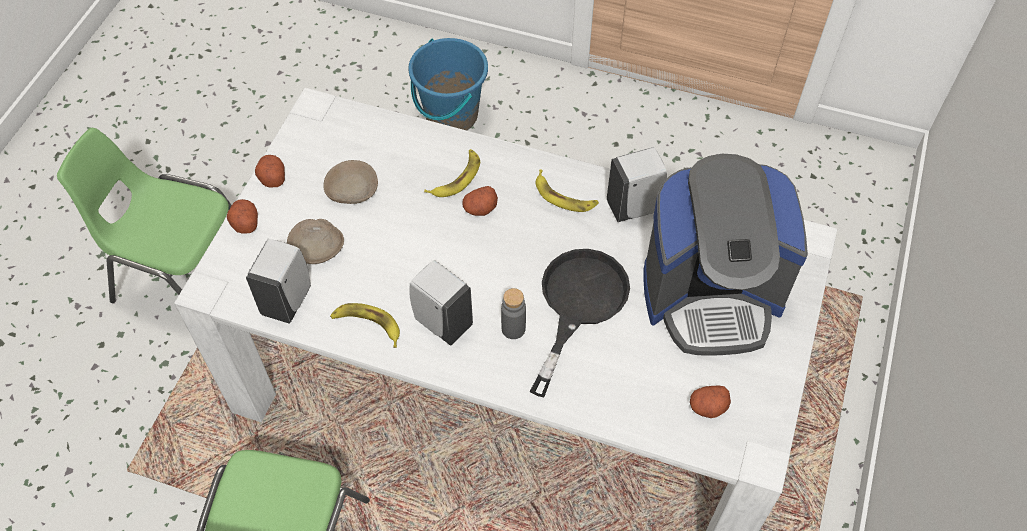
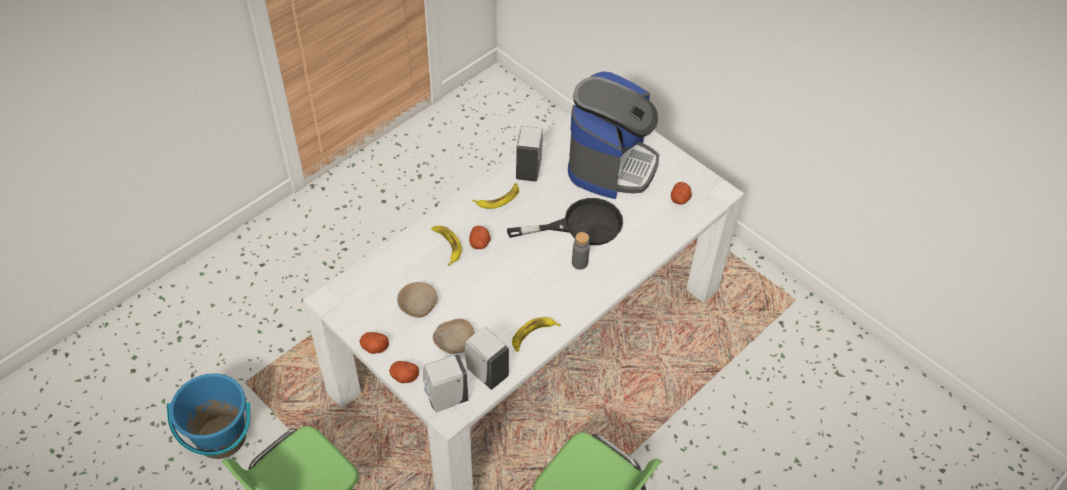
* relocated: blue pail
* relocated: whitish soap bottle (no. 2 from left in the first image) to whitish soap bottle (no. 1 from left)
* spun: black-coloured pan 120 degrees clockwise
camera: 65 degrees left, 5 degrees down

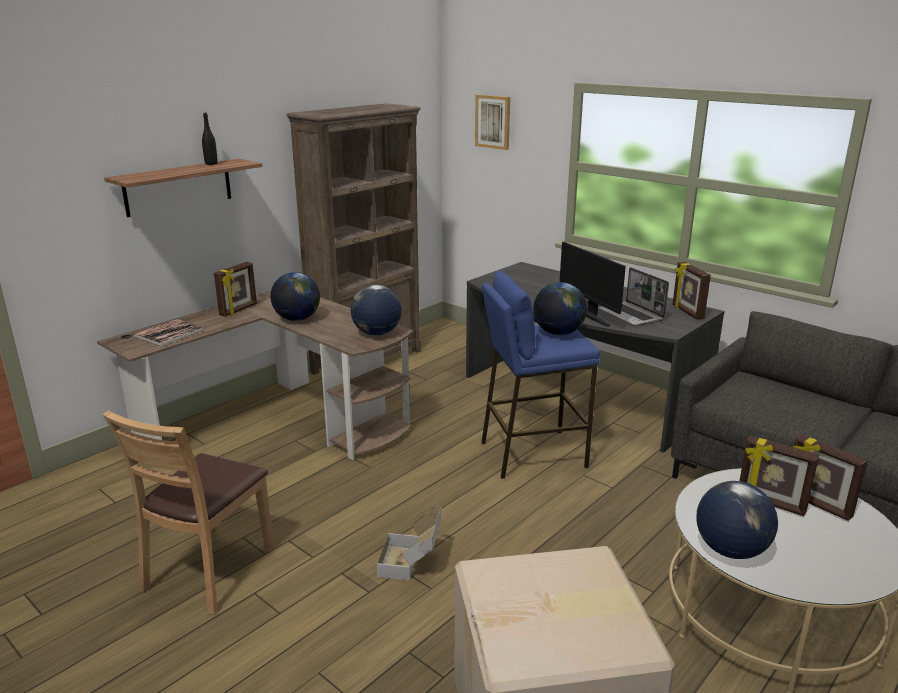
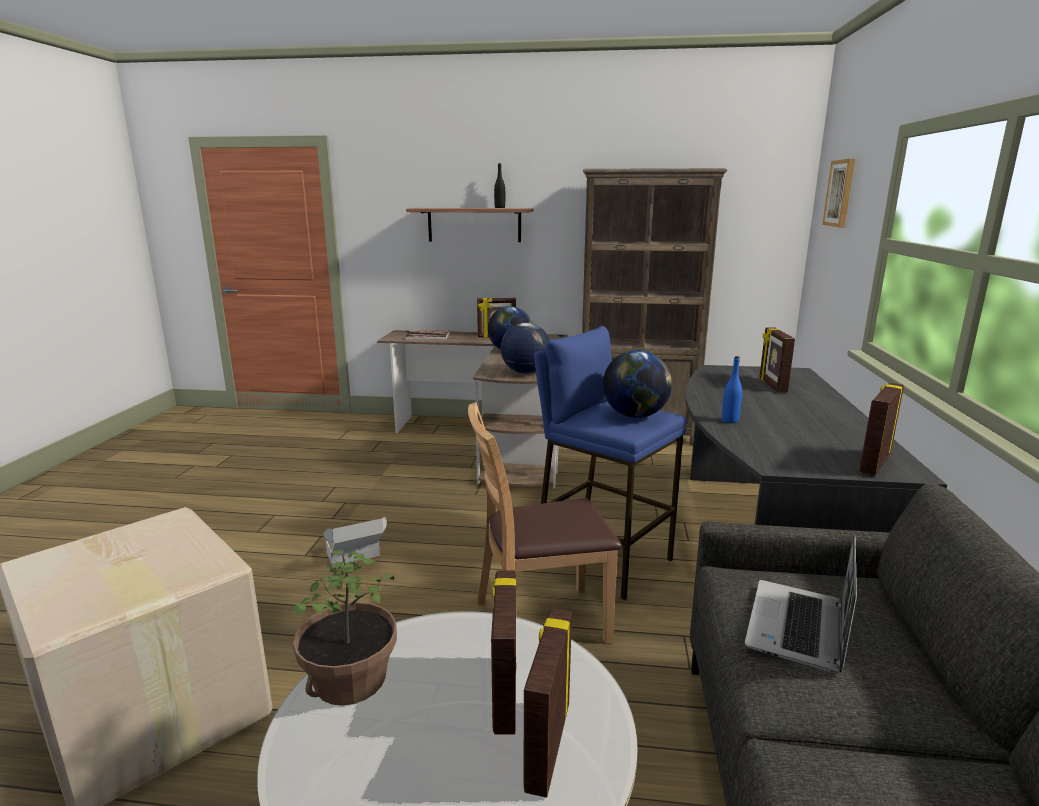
* appeared: standing frame (no. 4 from left)
* relocated: brown upright chair
* relocated: laptop
* exchanged: computer screen to blue beverage bottle
* exchanged: desk globe (no. 4 from left) to houseplant
camera: 55 degrees right, 5 degrees down

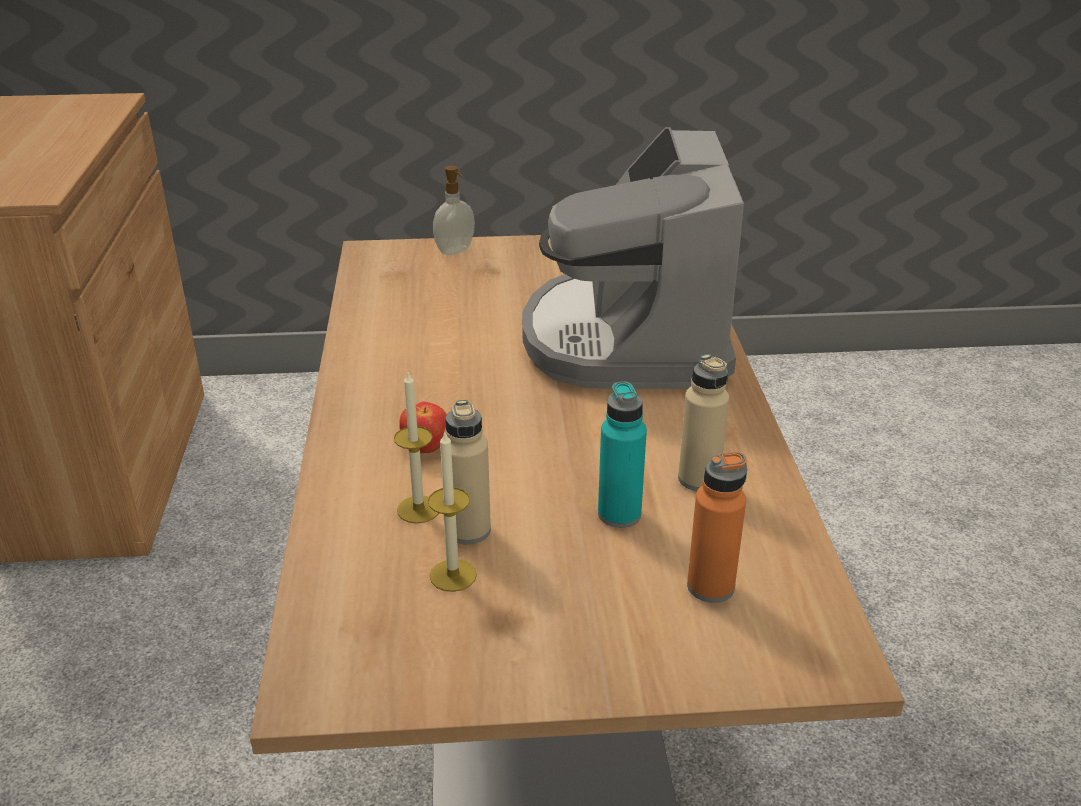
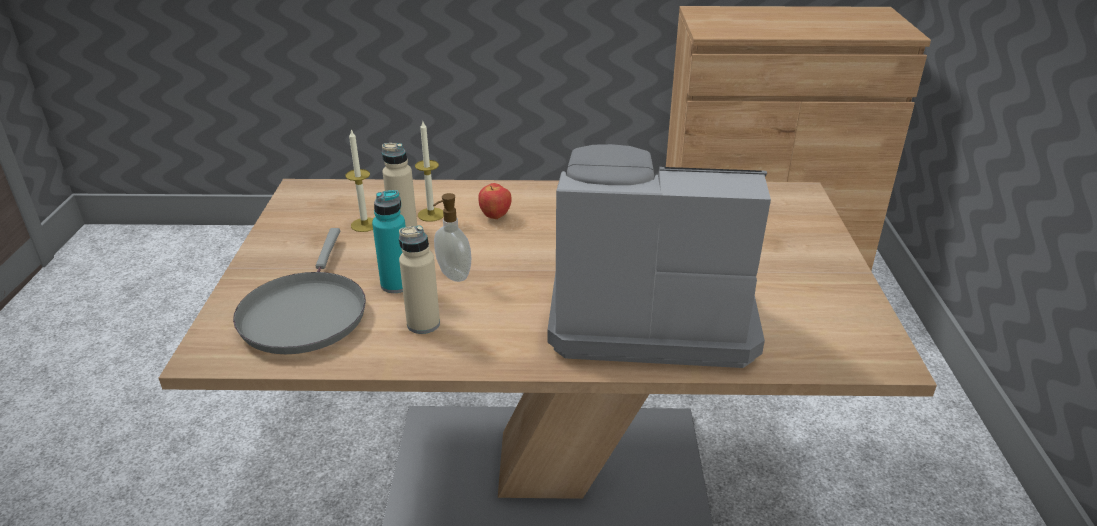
* relocated: soap bottle
* exchanged: orange beverage bottle to grey pan
camera: 95 degrees right, 0 degrees up

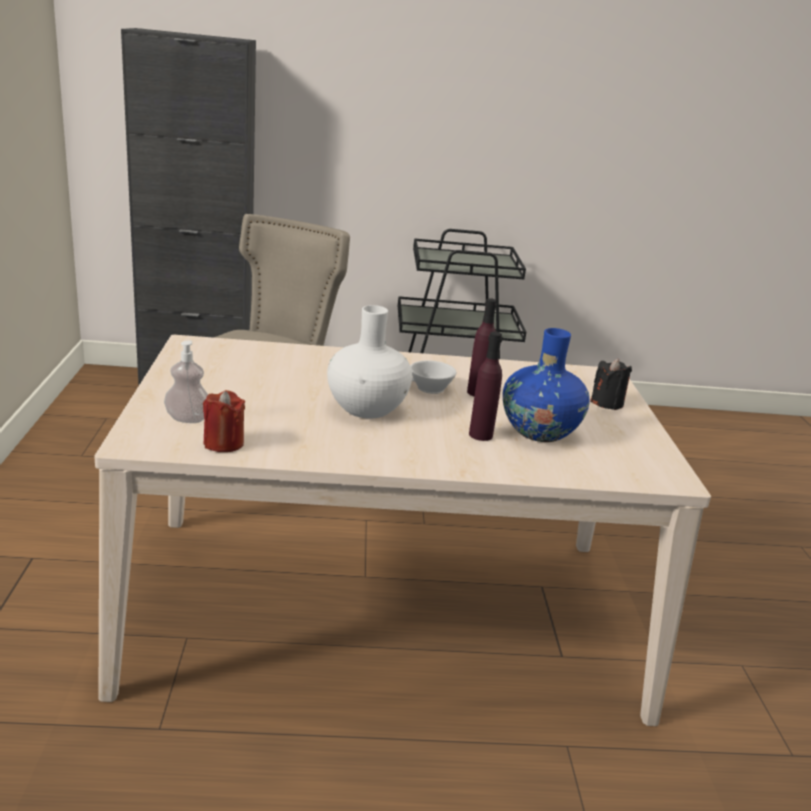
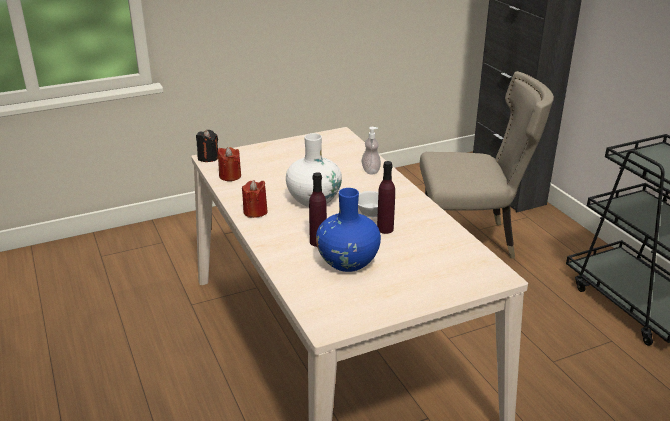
* appeared: red-coloured wax candle (no. 2 from left)
* relocated: soap bottle
* relocated: black-coloured wax candle
camera: 70 degrees right, 5 degrees up

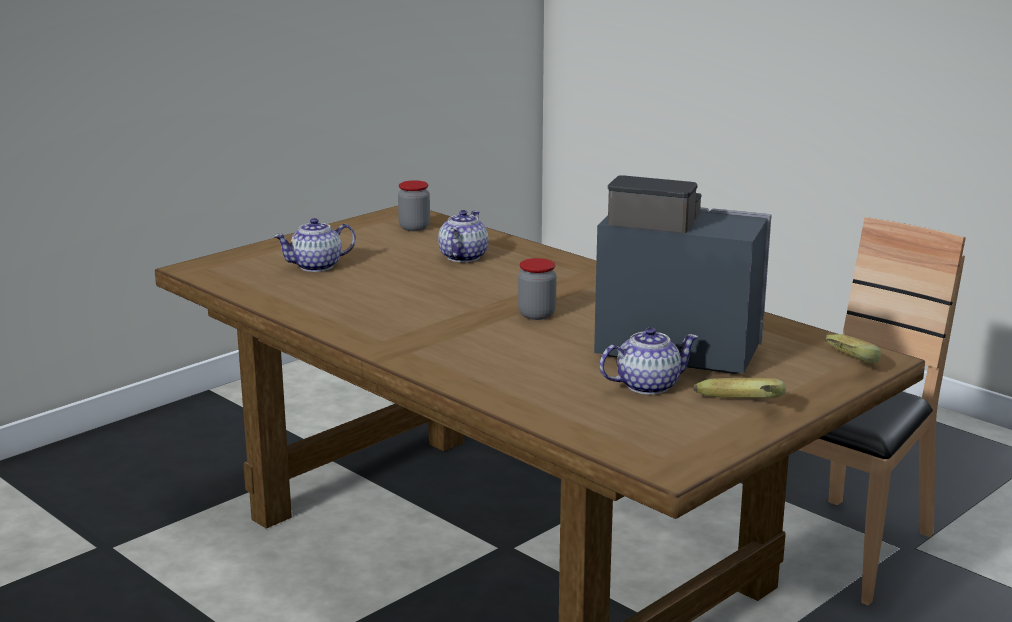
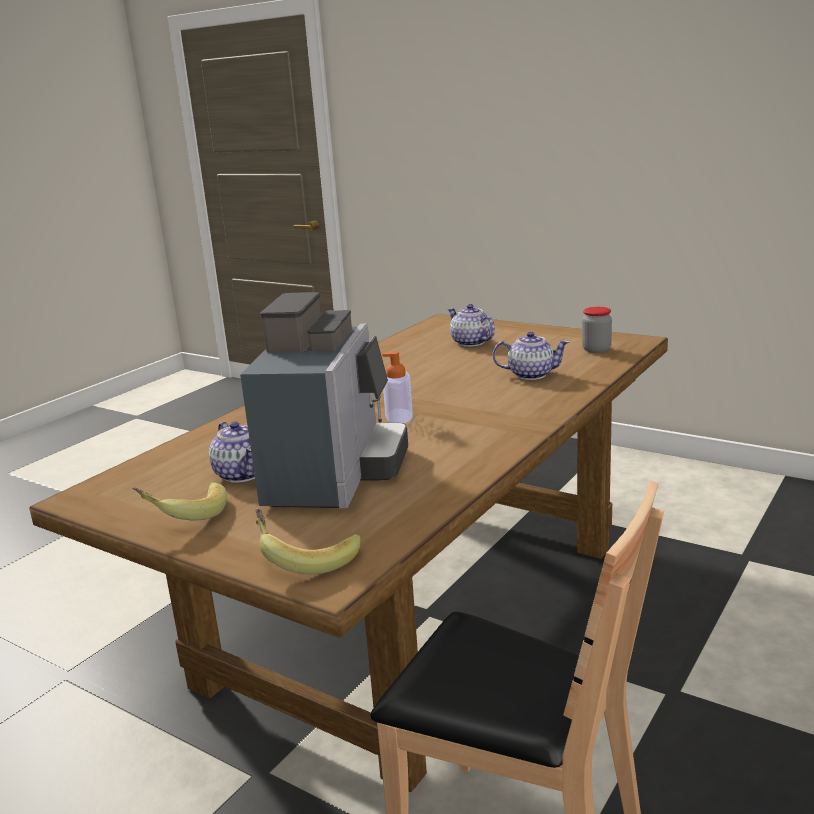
* exchanged: preserve jar (no. 2 from left) to soap bottle
camera: 80 degrees right, 0 degrees up

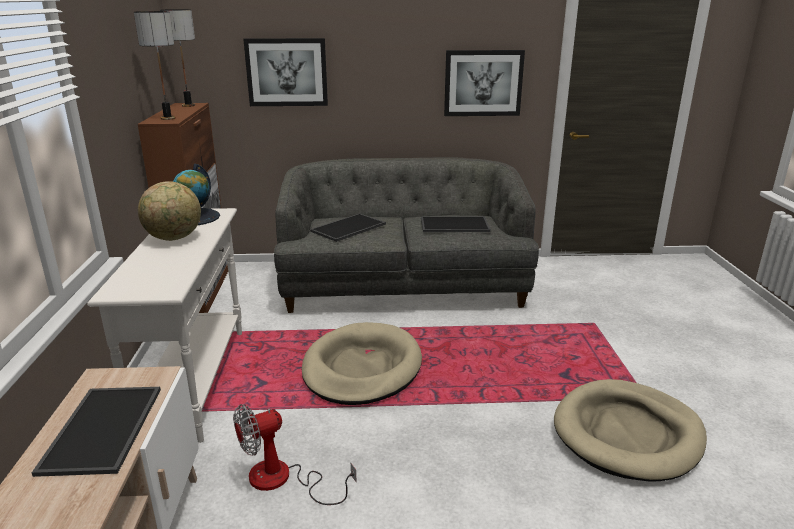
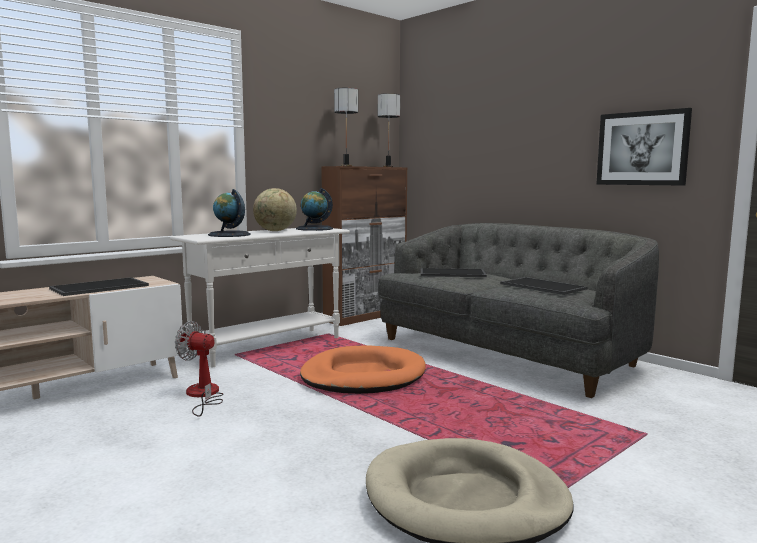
* missing: picture (no. 1 from left)
* appeared: desk globe (no. 1 from left)
* colour: sand-coloured pet bed (no. 1 from left) to orange pet bed
camera: 50 degrees right, 15 degrees down

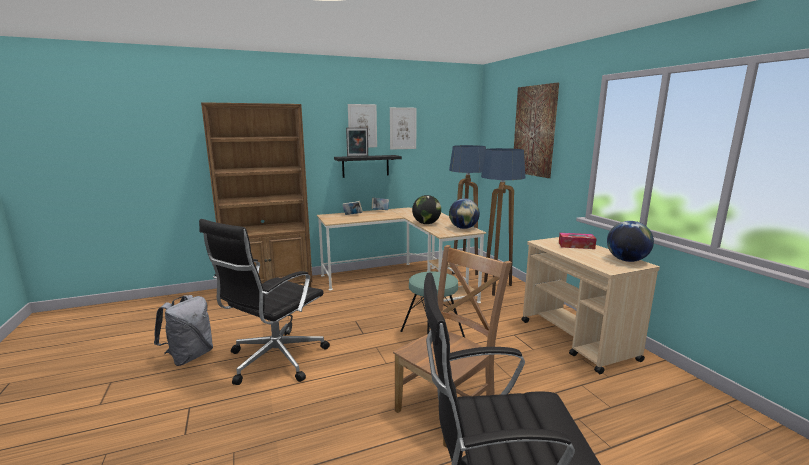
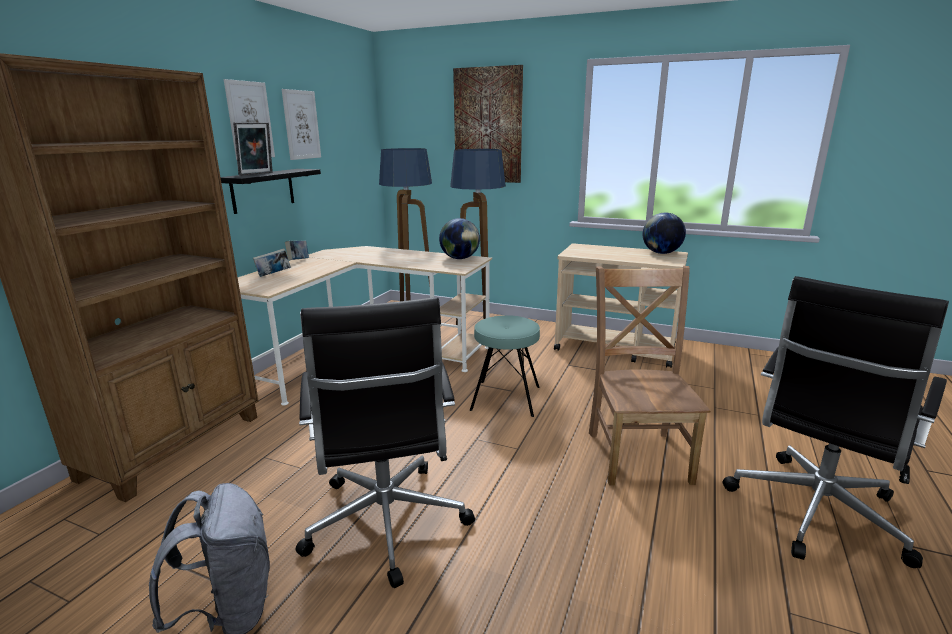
* missing: desk globe (no. 1 from left)
* missing: tissue holder
camera: 45 degrees left, 5 degrees up

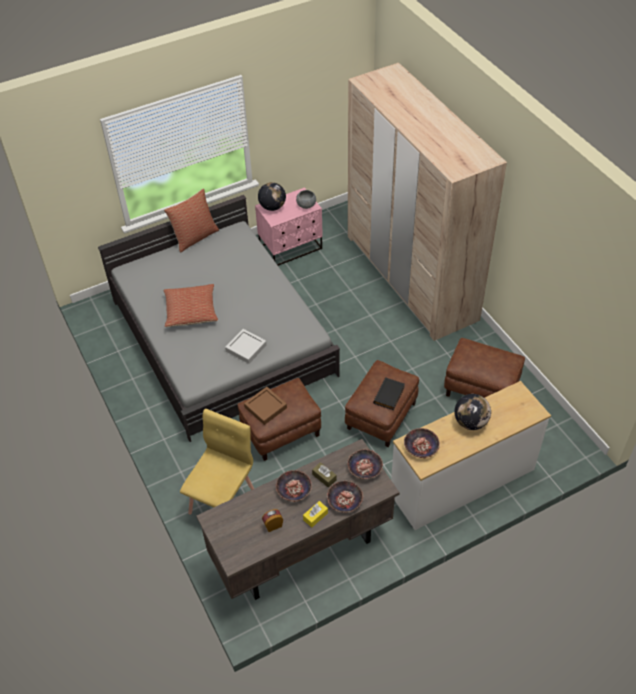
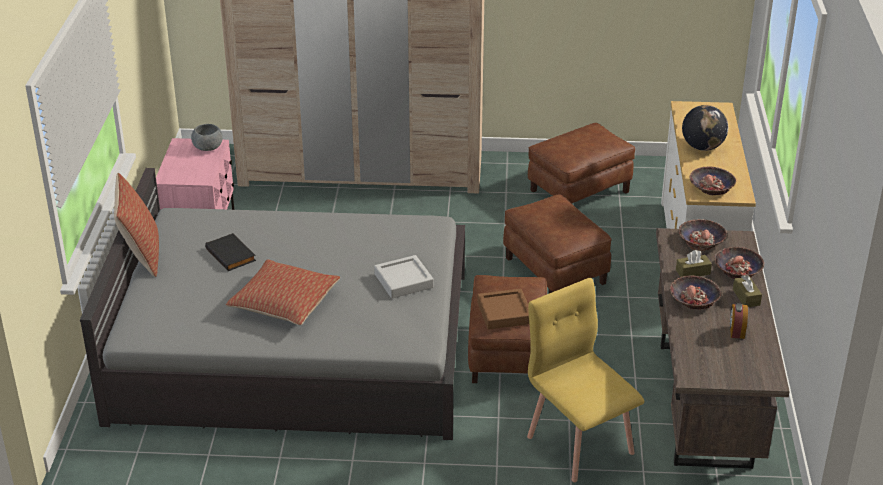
* missing: desk globe (no. 1 from left)
* relocated: black-coloured book
* colour: yellow tissue holder to brown tissue holder (no. 2 from left)
camera: 60 degrees left, 15 degrees down

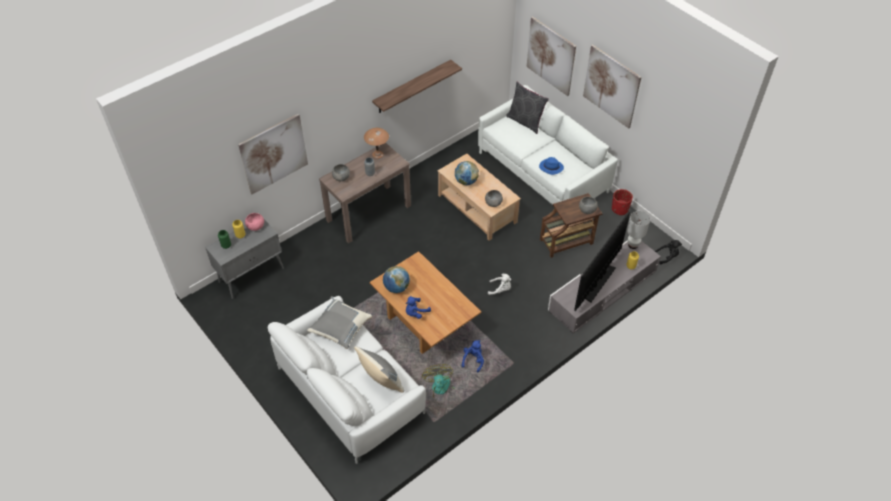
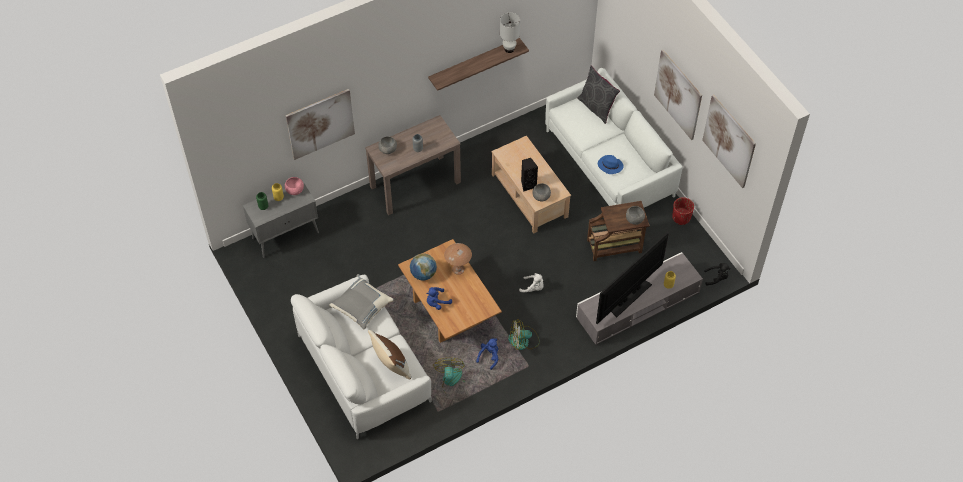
* missing: desk globe (no. 2 from left)
* appeared: fan (no. 2 from left)
* appeared: black-coloured audio speaker
* relocated: brown table lamp
* relocated: picture (no. 2 from left in the first image) to picture (no. 3 from left)
* relocated: whitish table lamp
* colour: grey cushion (no. 2 from left) to brown cushion
camera: 10 degrees right, 5 degrees up

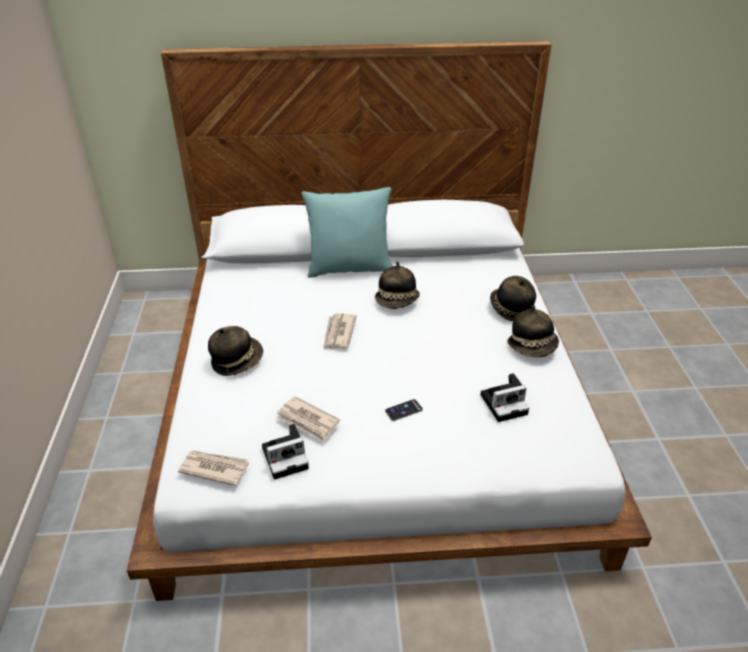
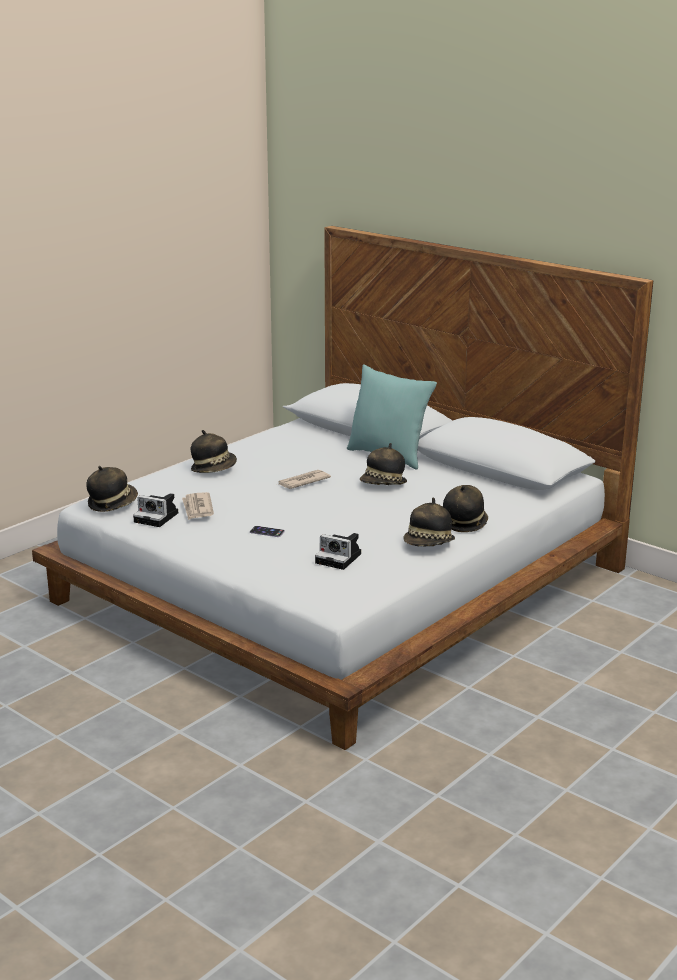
* exchanged: printed paper (no. 1 from left) to hat (no. 1 from left)
camera: 45 degrees right, 15 degrees down

